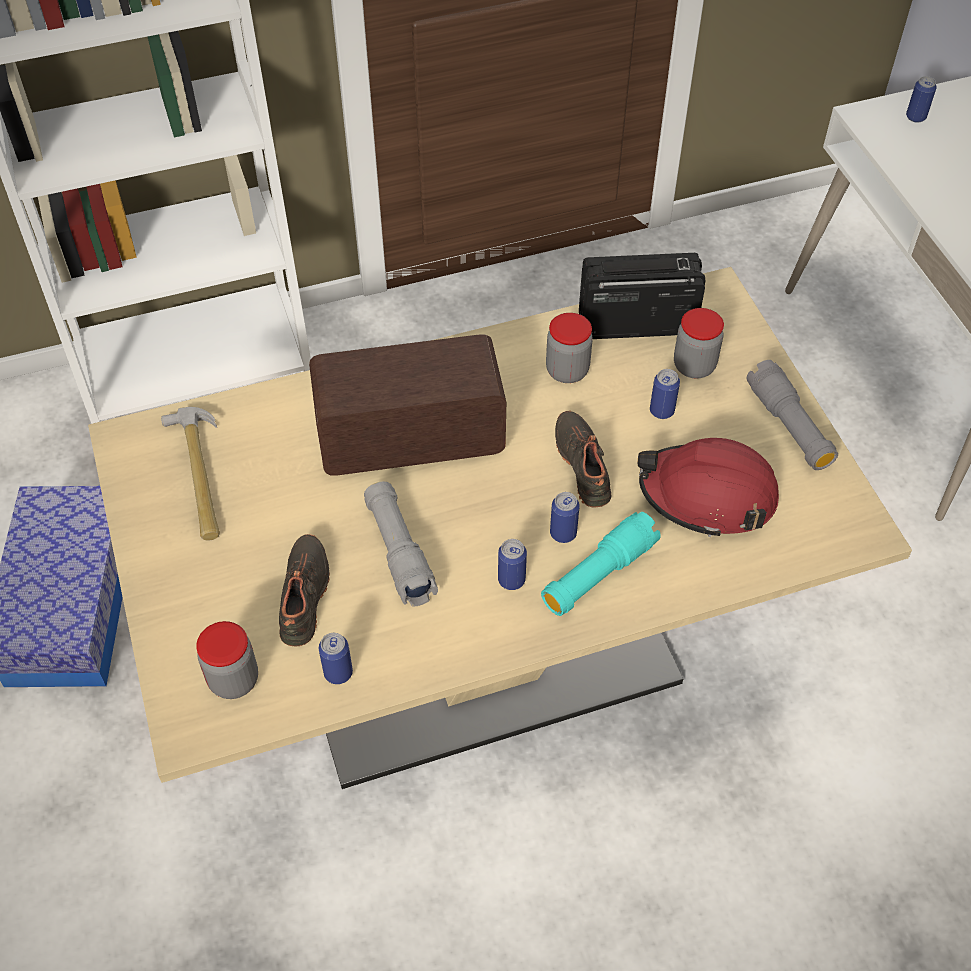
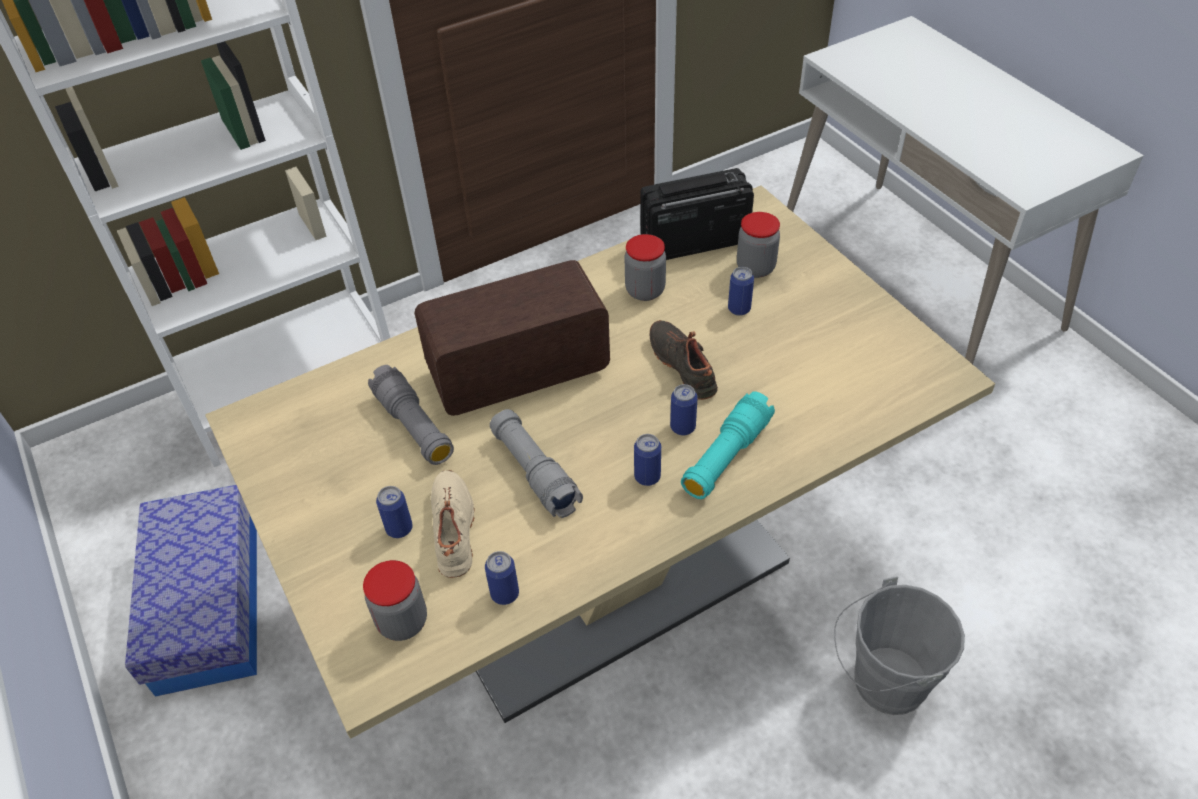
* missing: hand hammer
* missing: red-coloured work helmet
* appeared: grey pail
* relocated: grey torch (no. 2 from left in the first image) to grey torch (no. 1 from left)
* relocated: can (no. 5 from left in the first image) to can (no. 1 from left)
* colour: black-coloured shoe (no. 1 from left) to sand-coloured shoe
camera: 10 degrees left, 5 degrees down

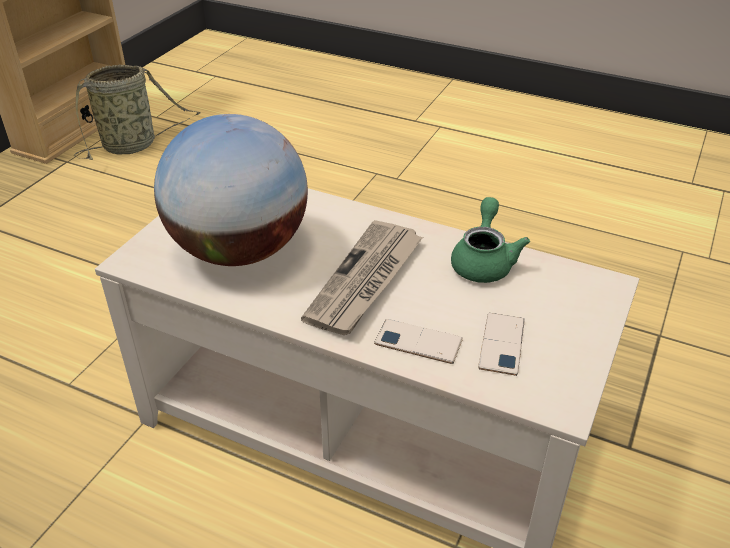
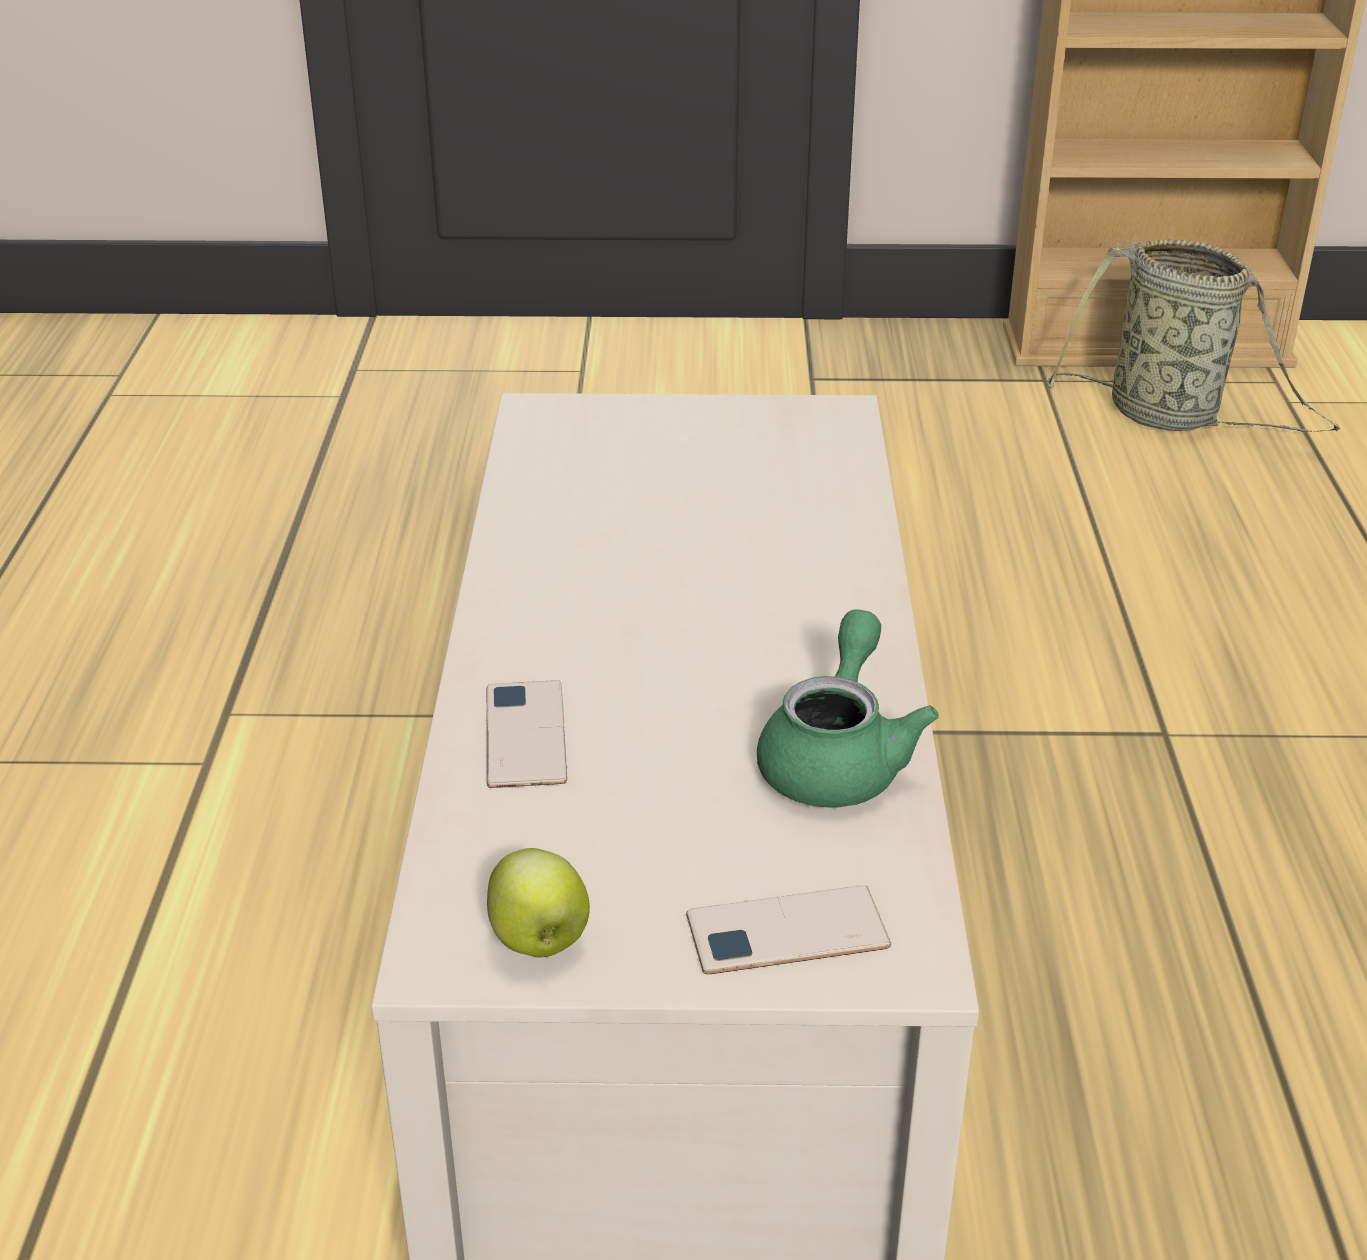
* missing: desk globe
* missing: printed paper
* appeared: apple fruit
* relocated: handset (no. 2 from left)
* spun: green pot for tea 60 degrees counterclockwise
camera: 65 degrees right, 5 degrees down

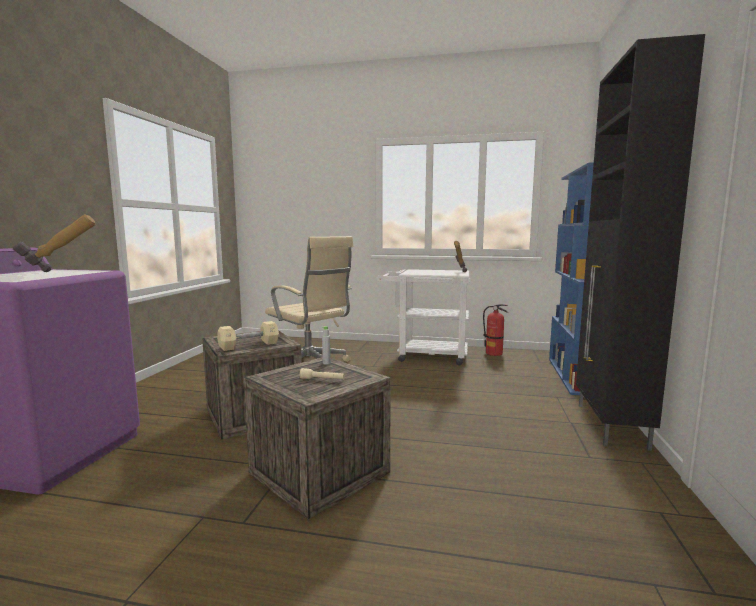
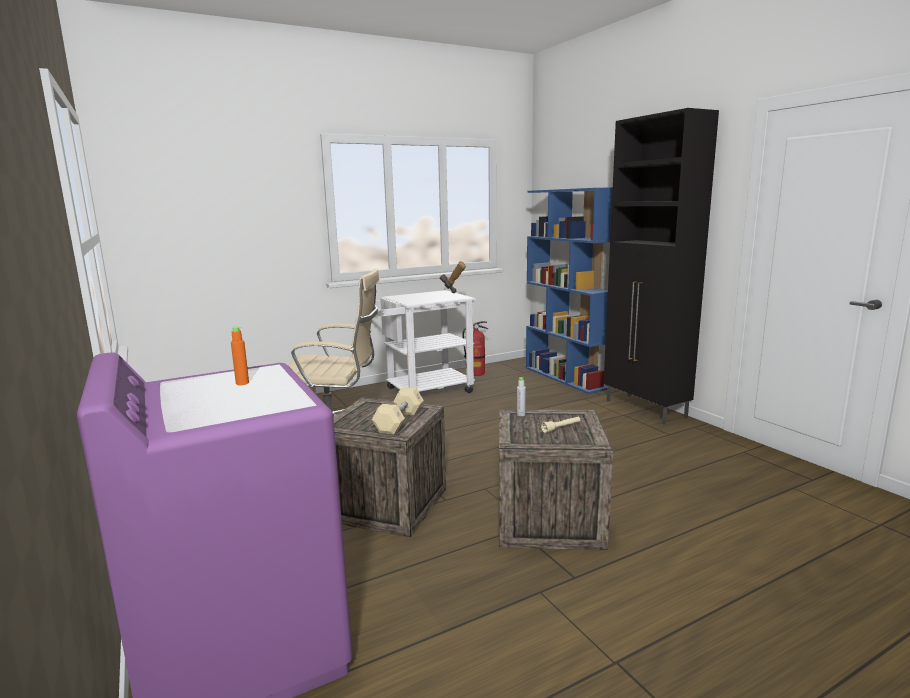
* exchanged: hand hammer (no. 1 from left) to orange beverage bottle
camera: 40 degrees left, 5 degrees up

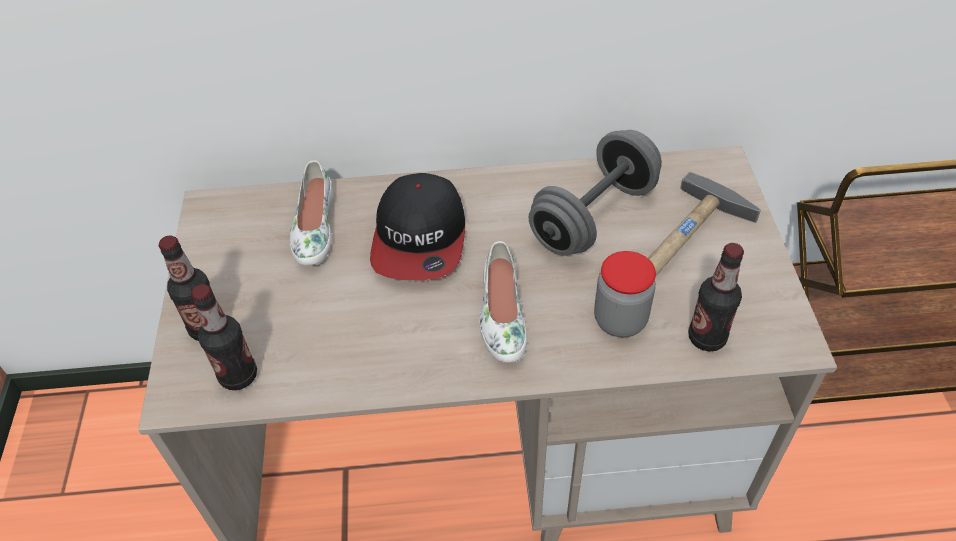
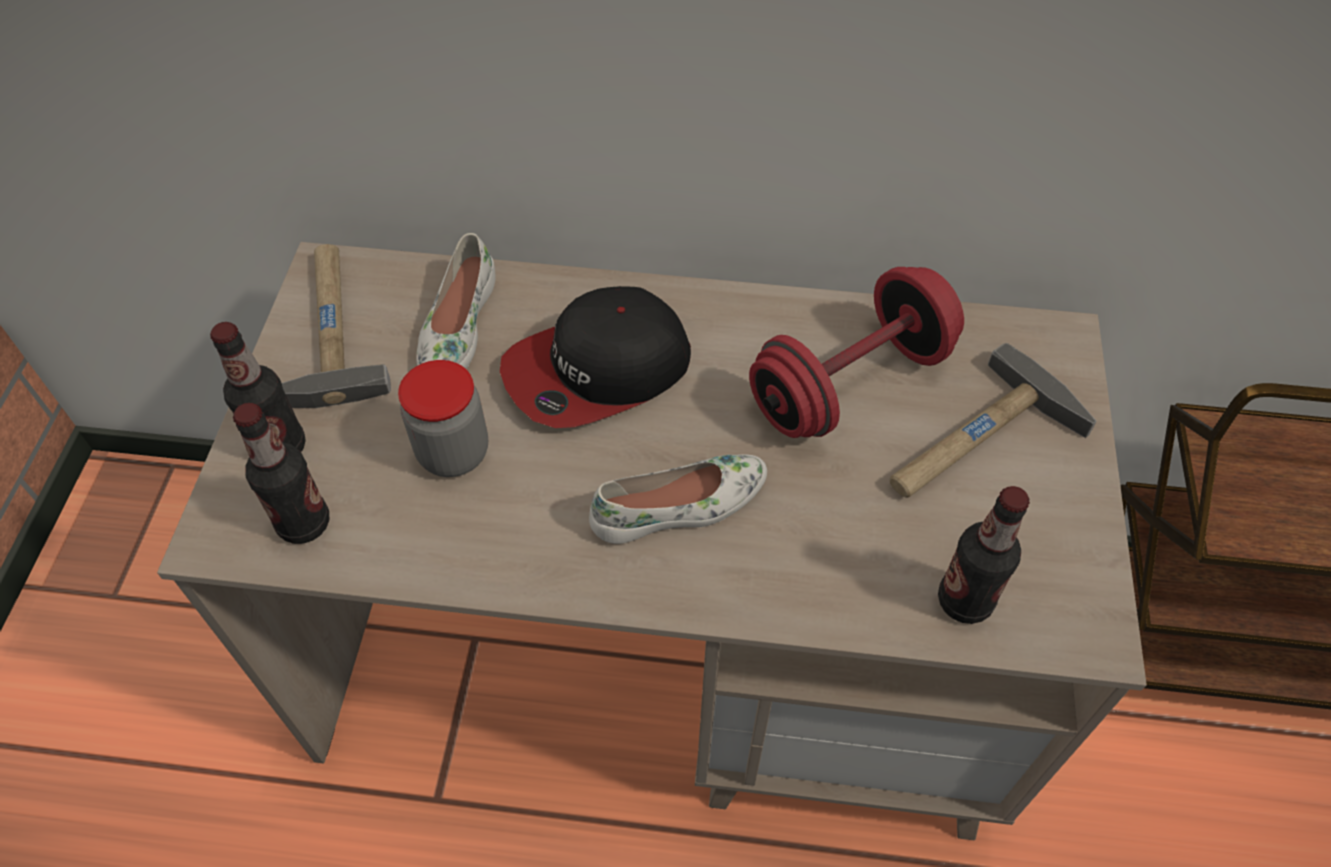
* appeared: hand hammer (no. 1 from left)
* relocated: preserve jar
* colour: grey free weight to red-coloured free weight
* spun: baseball cap 45 degrees clockwise
* spun: whitish shoe (no. 2 from left) 120 degrees counterclockwise
camera: 10 degrees right, 5 degrees up

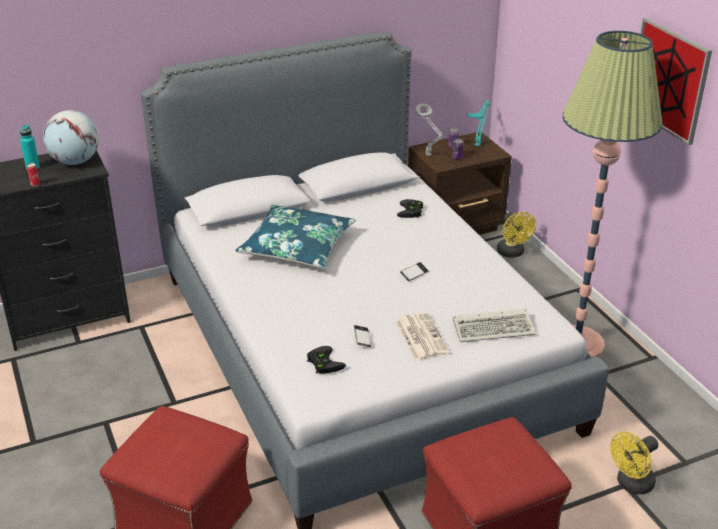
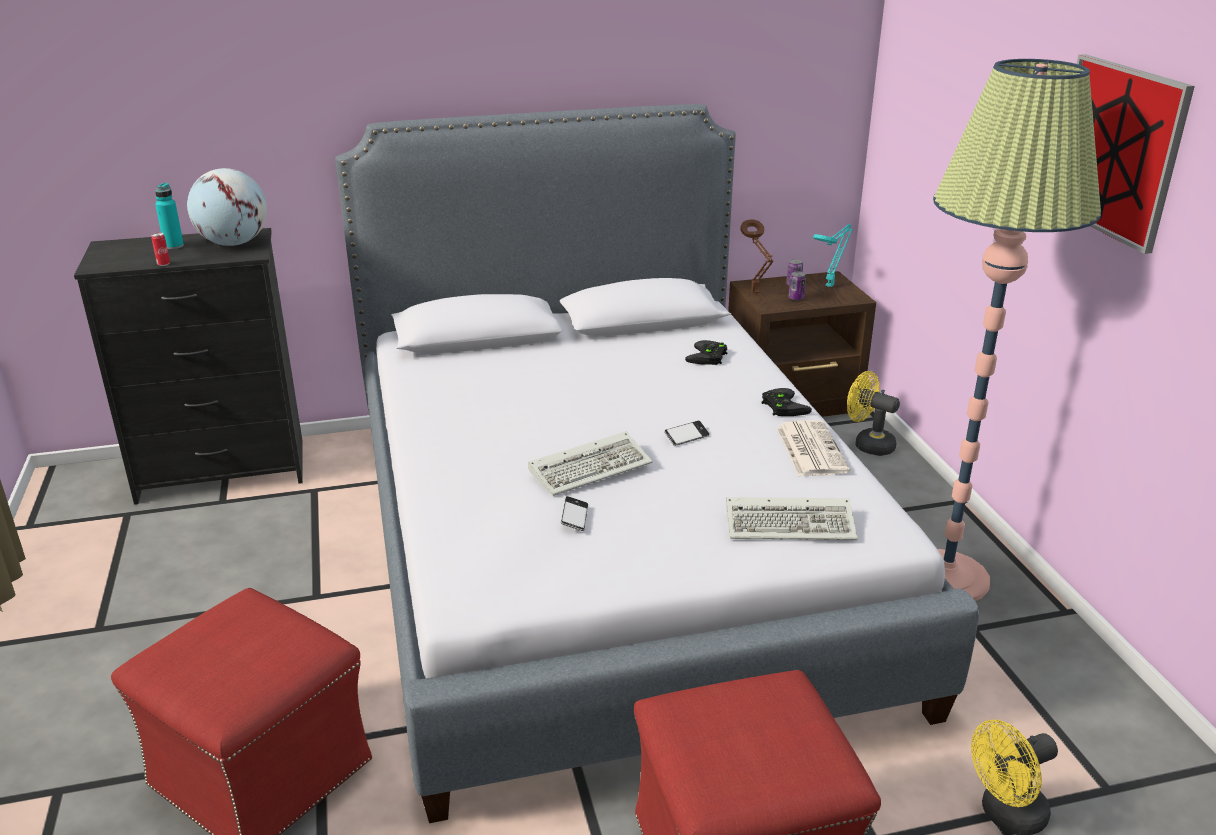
* missing: blue cushion
* appeared: computer keyboard (no. 1 from left)
* relocated: black-coloured joypad (no. 1 from left in the first image) to black-coloured joypad (no. 2 from left)
* relocated: printed paper
* colour: grey table lamp to brown table lamp
* spun: yellow fan (no. 1 from left) 135 degrees clockwise
camera: 10 degrees right, 5 degrees down

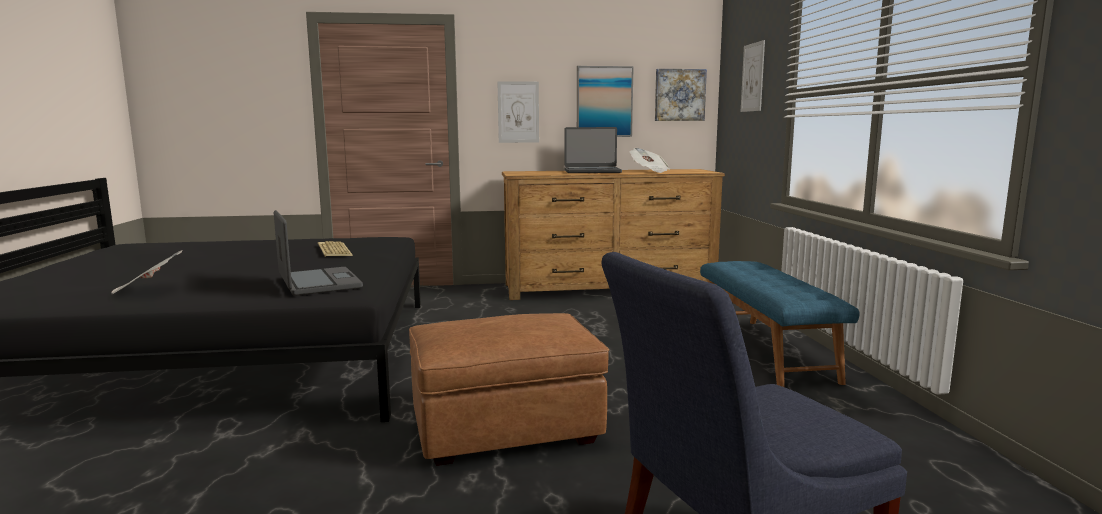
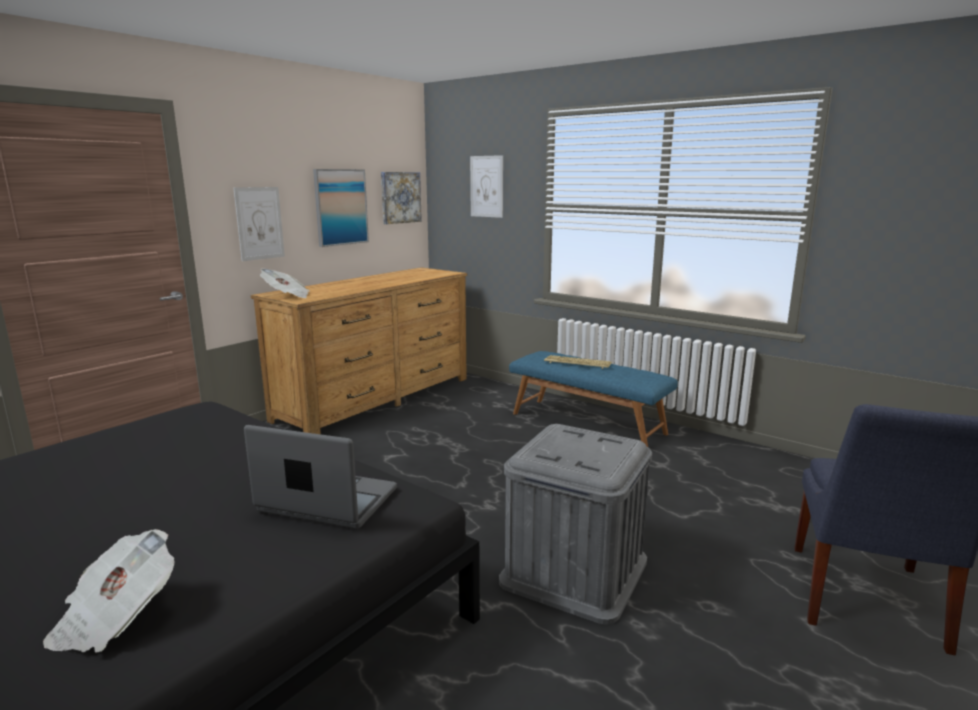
* missing: laptop (no. 2 from left)
* relocated: computer keyboard
* relocated: printed paper (no. 2 from left)
* exchanged: brown pouffe to grey storage box
camera: 45 degrees left, 5 degrees up

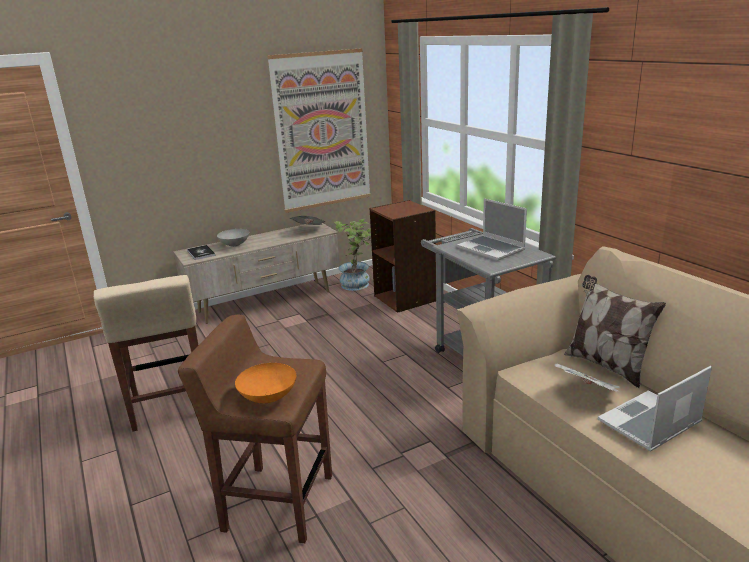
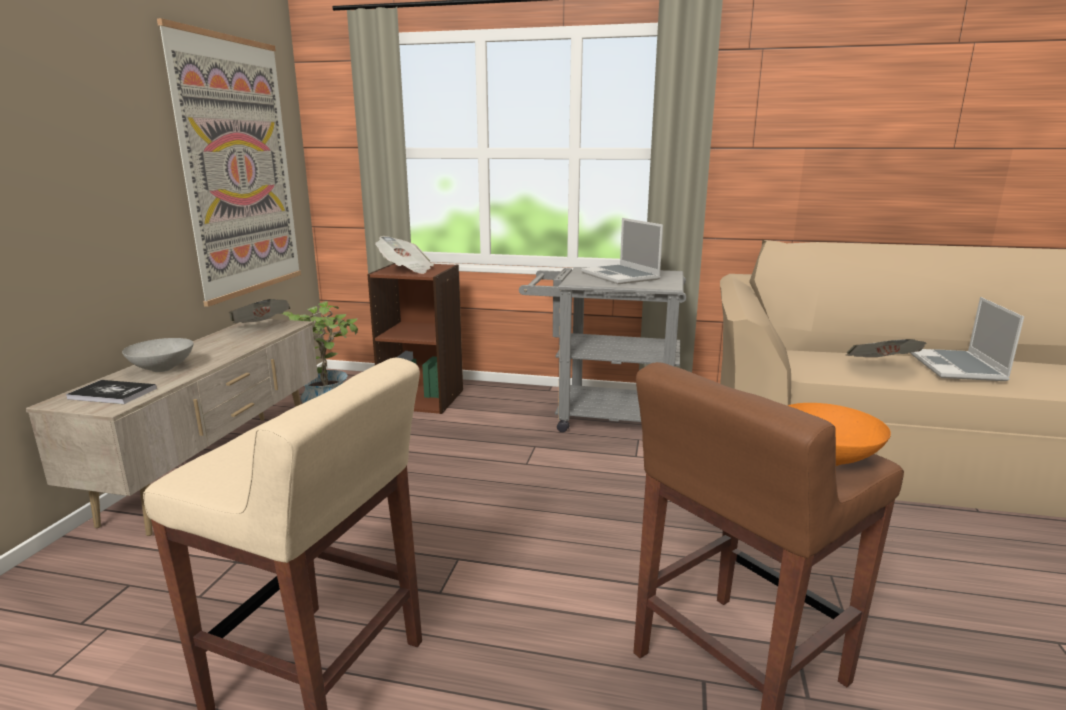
* missing: cushion
* appeared: printed paper (no. 2 from left)
* spun: laptop (no. 1 from left) 60 degrees clockwise
camera: 50 degrees left, 5 degrees down

